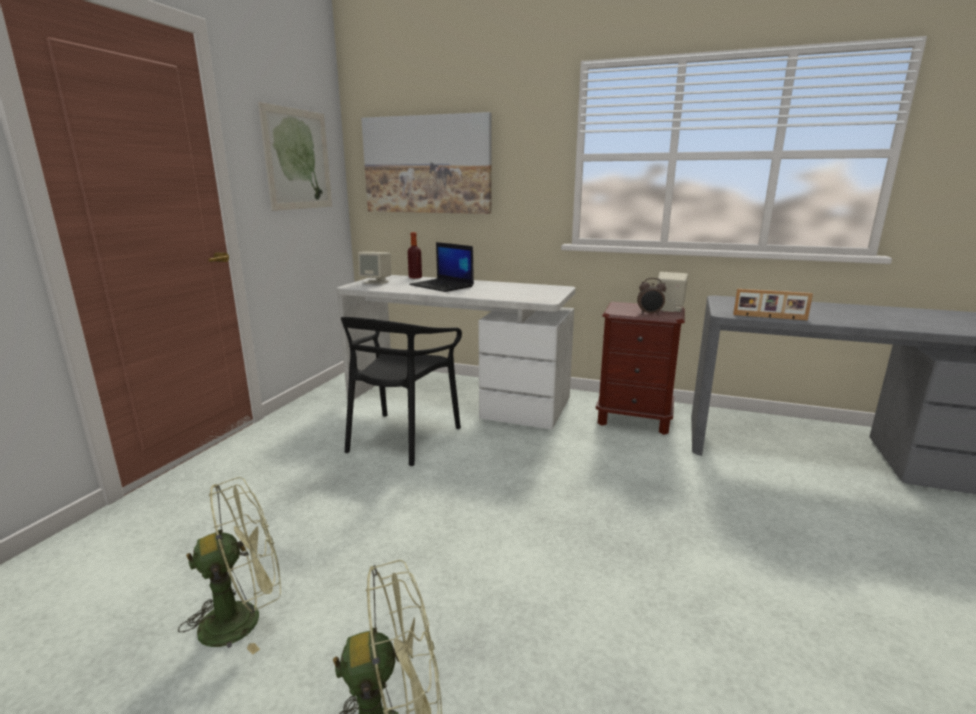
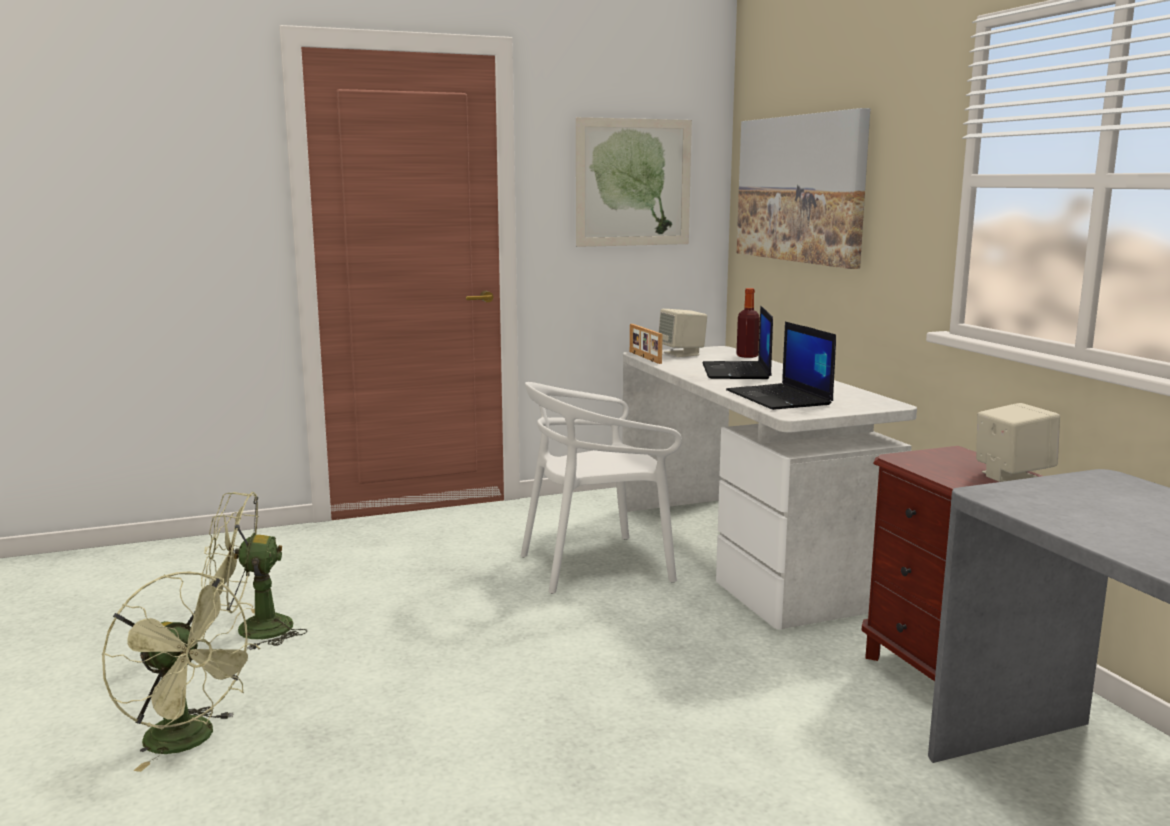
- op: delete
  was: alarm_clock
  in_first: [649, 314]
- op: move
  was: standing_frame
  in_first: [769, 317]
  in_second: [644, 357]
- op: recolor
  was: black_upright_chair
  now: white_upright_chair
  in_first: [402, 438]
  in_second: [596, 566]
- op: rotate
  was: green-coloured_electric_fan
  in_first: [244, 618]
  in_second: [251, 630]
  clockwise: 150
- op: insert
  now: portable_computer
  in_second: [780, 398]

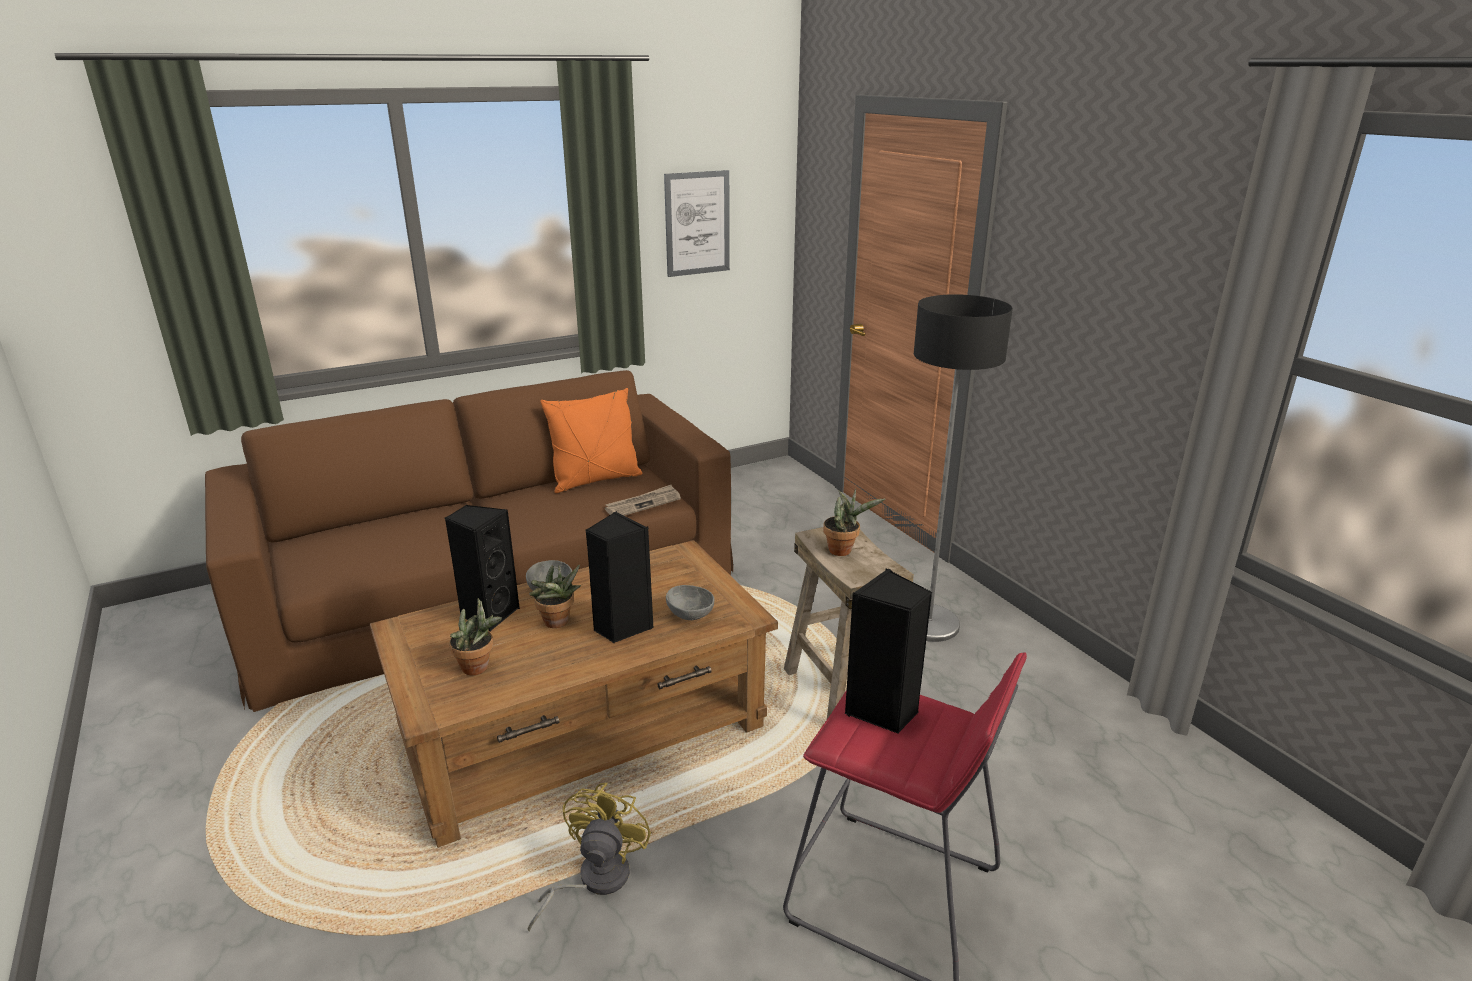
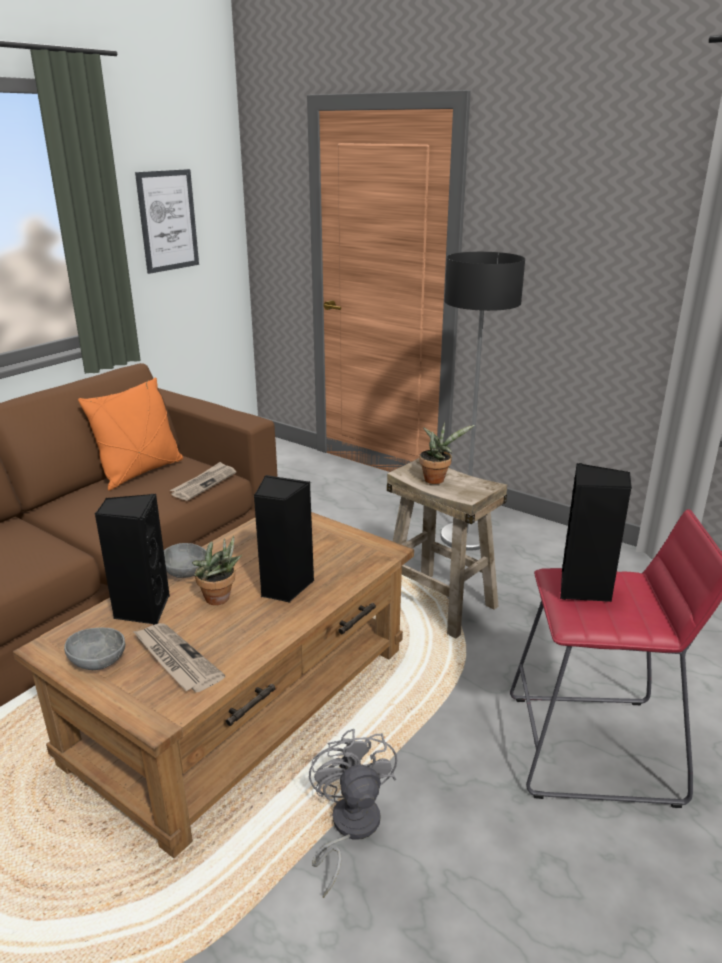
- op: move
  was: grey_deep_dish
  in_first: [690, 613]
  in_second: [98, 661]
- op: replace
  was: potted_plant
  now: printed_paper
  in_first: [479, 668]
  in_second: [175, 659]
- op: recolor
  was: yellow_electric_fan
  now: grey_electric_fan
  in_first: [593, 880]
  in_second: [349, 828]

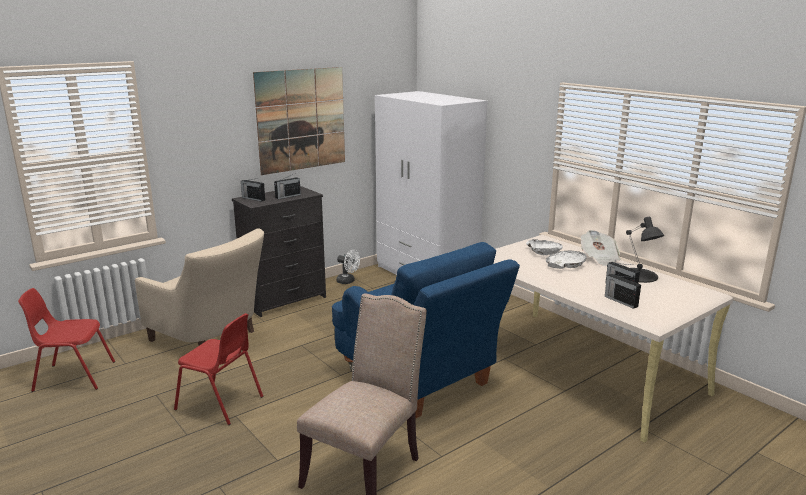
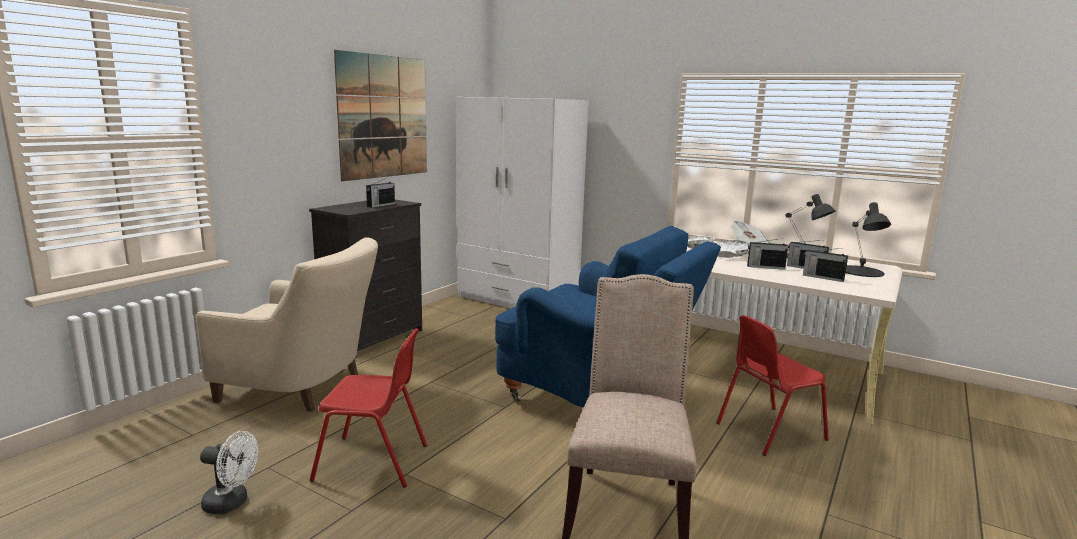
- op: move
  was: radio
  in_first: [253, 198]
  in_second: [765, 267]
- op: move
  was: white_electric_fan
  in_first: [348, 281]
  in_second: [232, 503]
- op: move
  was: red_upright_chair
  in_first: [73, 376]
  in_second: [768, 431]
- op: insert
  now: black_tabletop_lamp
  in_second: [861, 271]

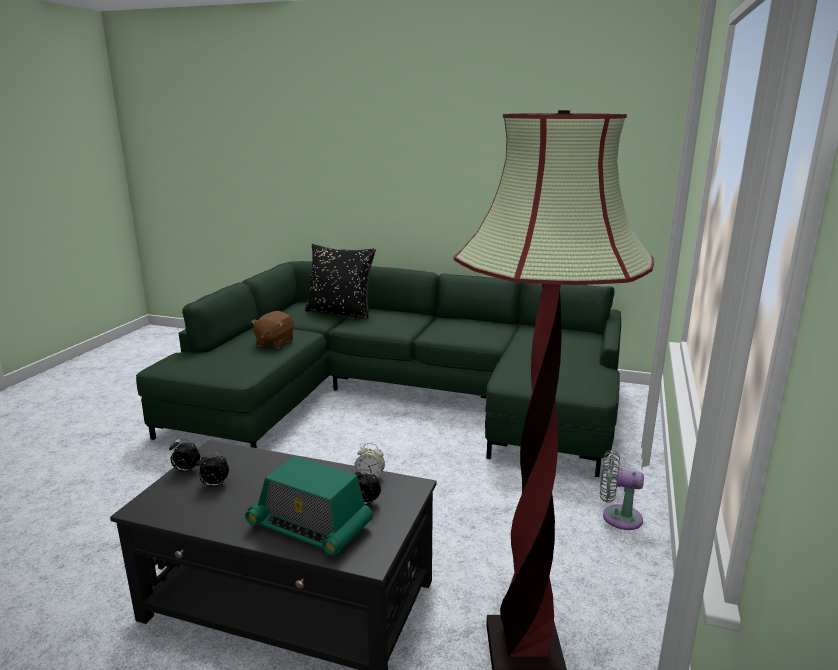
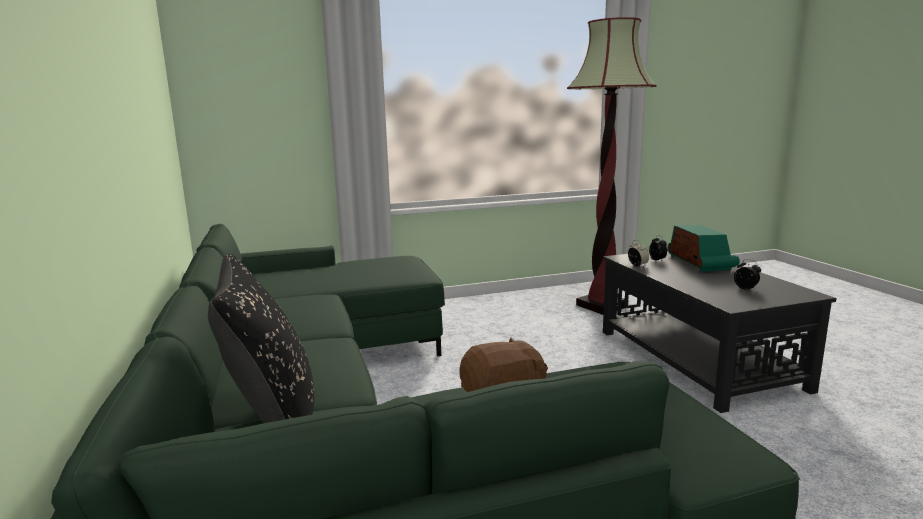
- op: delete
  was: alarm_clock
  in_first: [186, 470]
- op: delete
  was: grey_electric_fan
  in_first: [617, 517]

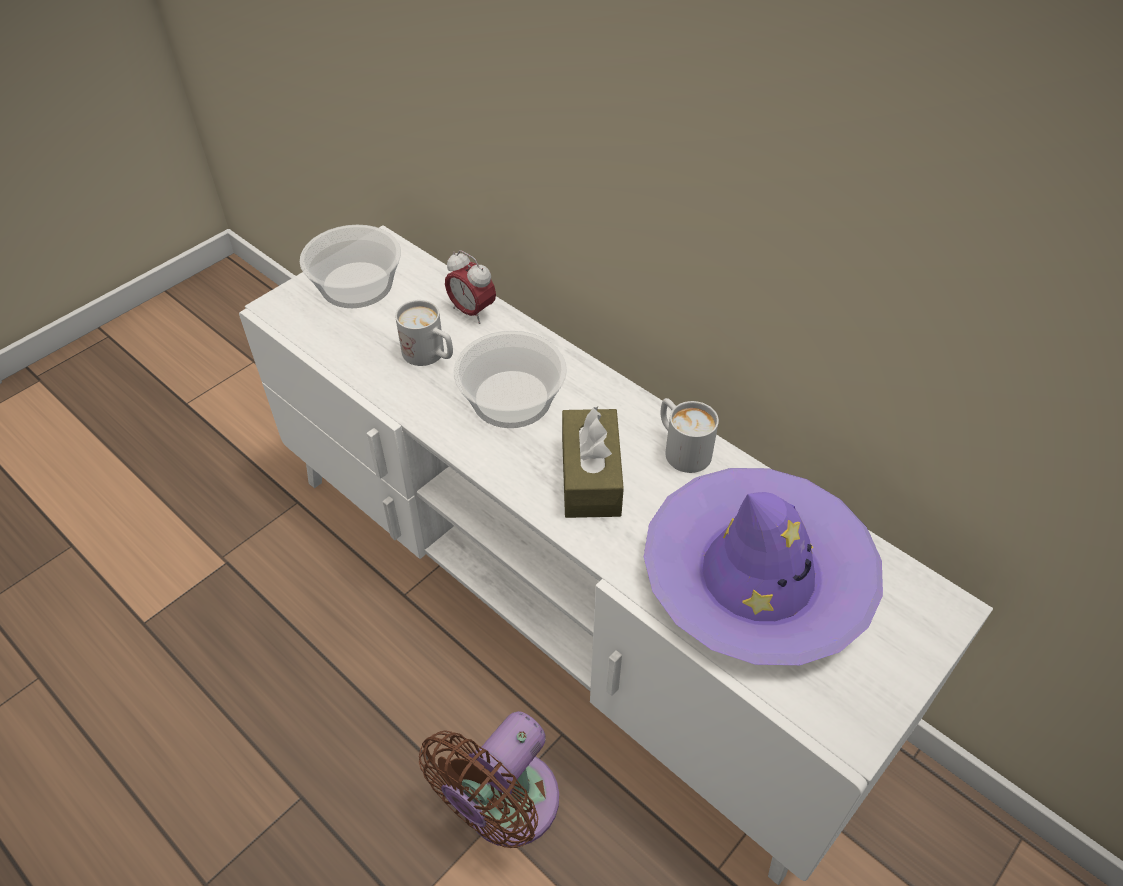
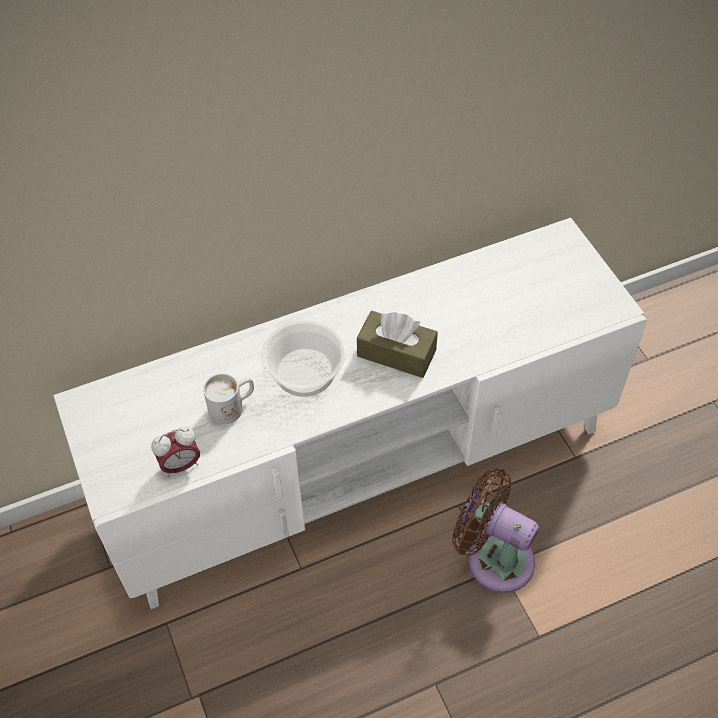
- op: delete
  was: deep_dish
  in_first: [355, 285]
- op: move
  was: alarm_clock
  in_first: [472, 312]
  in_second: [180, 465]
- op: delete
  was: white_tea_mug
  in_first: [681, 448]
- op: delete
  was: purplish_clothing_hat
  in_first: [757, 576]
- op: rotate
  was: brownish_electric_fan
  in_first: [504, 808]
  in_second: [494, 557]
  clockwise: 150

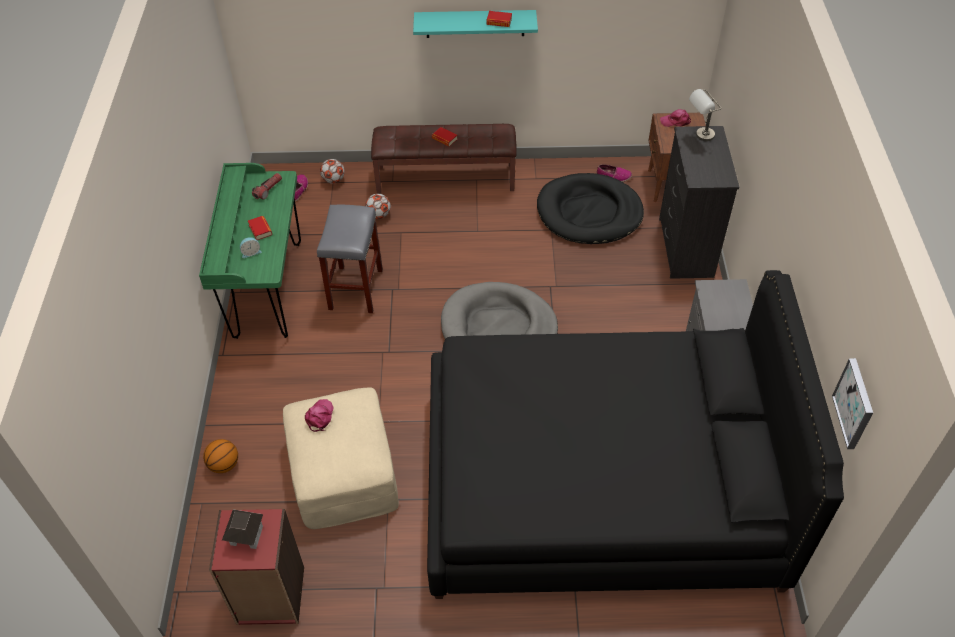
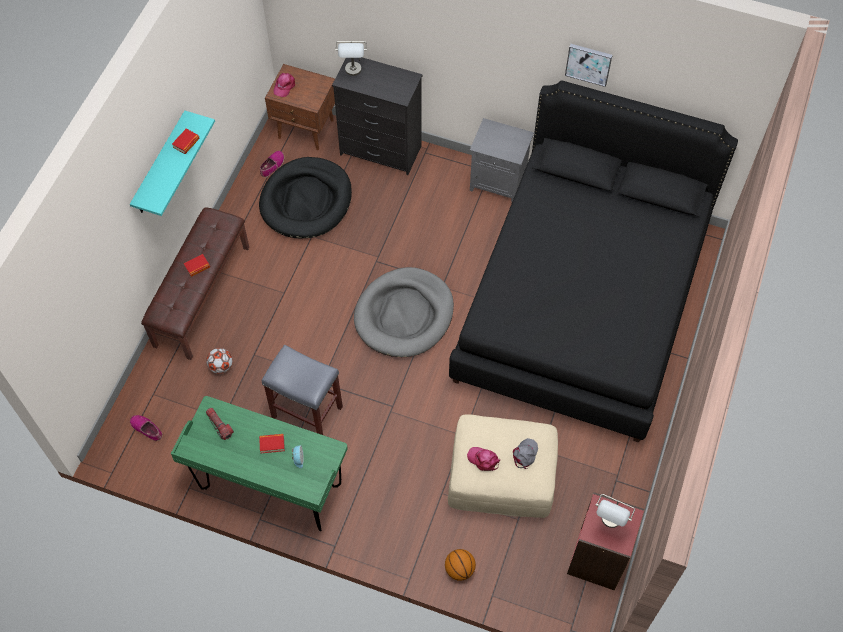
- op: delete
  was: ball_for_football
  in_first: [333, 180]
- op: move
  was: picture
  in_first: [855, 403]
  in_second: [588, 63]
- op: replace
  was: toy_house
  now: grey_tabletop_lamp
  in_first: [246, 536]
  in_second: [609, 524]
- op: insert
  now: grey_baseball_cap
  in_second: [525, 454]

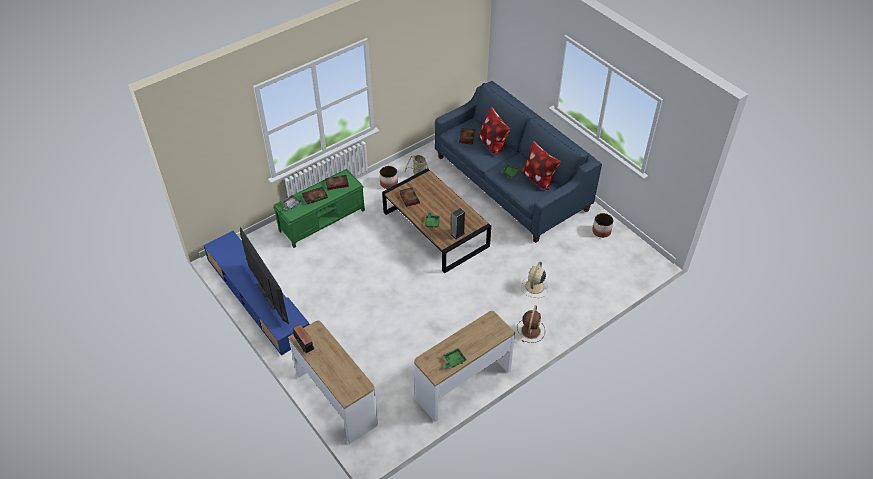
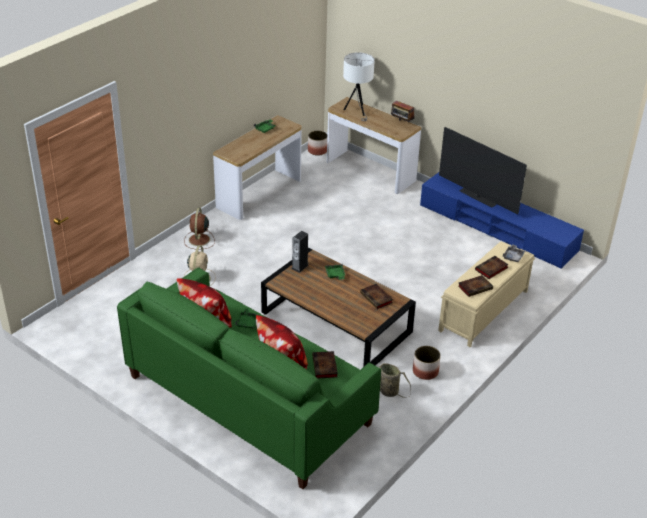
- op: recolor
  was: blue-coloured_settee
  now: green-coloured_settee
  in_first: [511, 183]
  in_second: [249, 399]
- op: recolor
  was: green-coloured_long_seat
  now: beige_long_seat
  in_first: [322, 220]
  in_second: [483, 311]
- op: move
  was: plant_pot
  in_first: [601, 231]
  in_second: [317, 151]
- op: insert
  now: white_tabletop_lamp
  in_second: [357, 111]

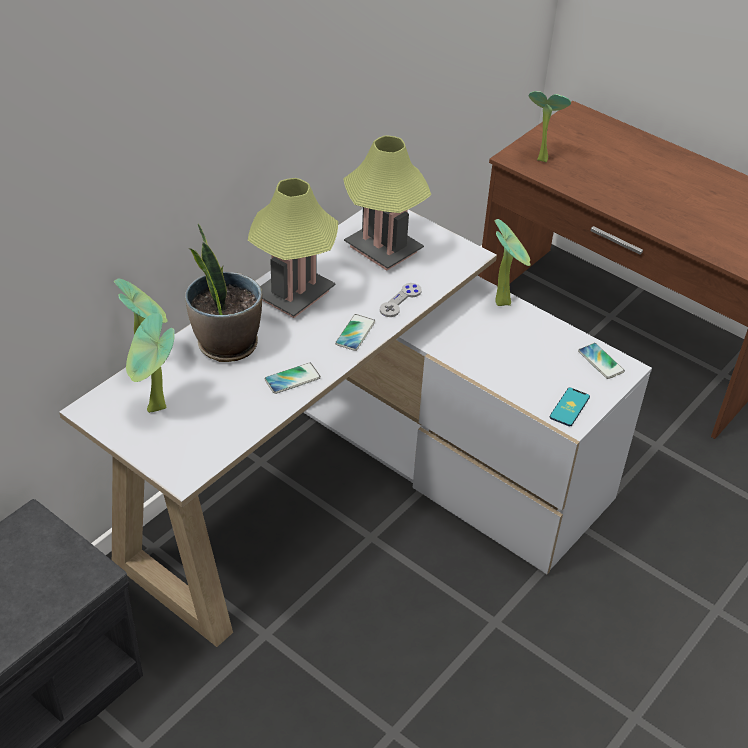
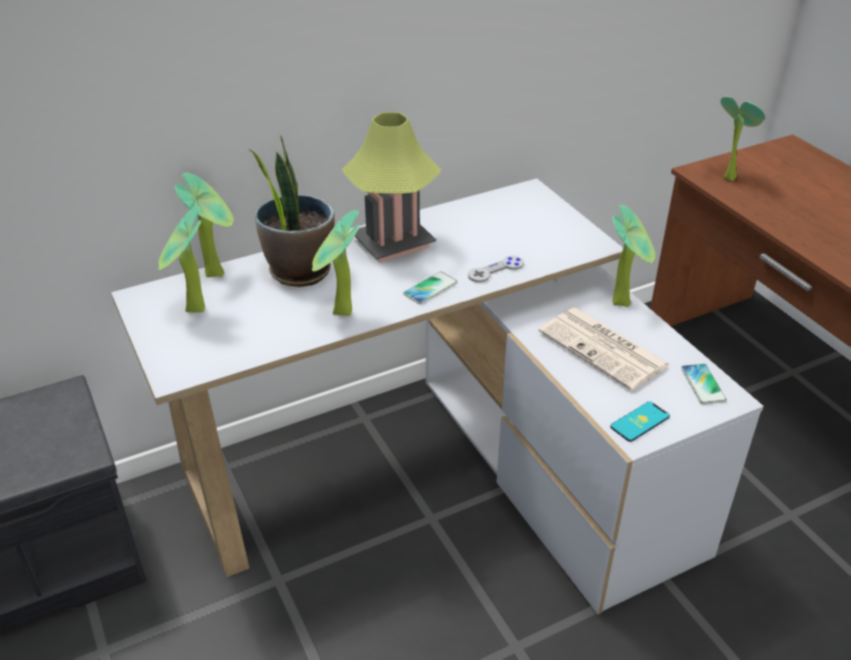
- op: delete
  was: tabletop_lamp
  in_first: [383, 249]
- op: replace
  was: phone
  now: potted_plant
  in_first: [292, 379]
  in_second: [340, 315]
- op: insert
  now: printed_paper
  in_second: [605, 349]

